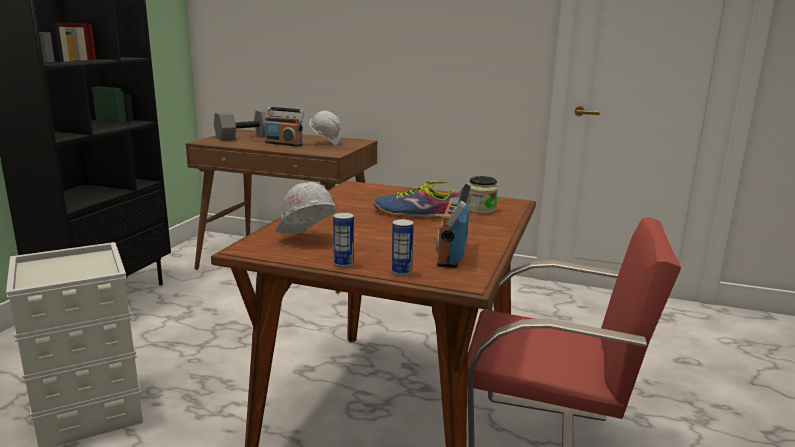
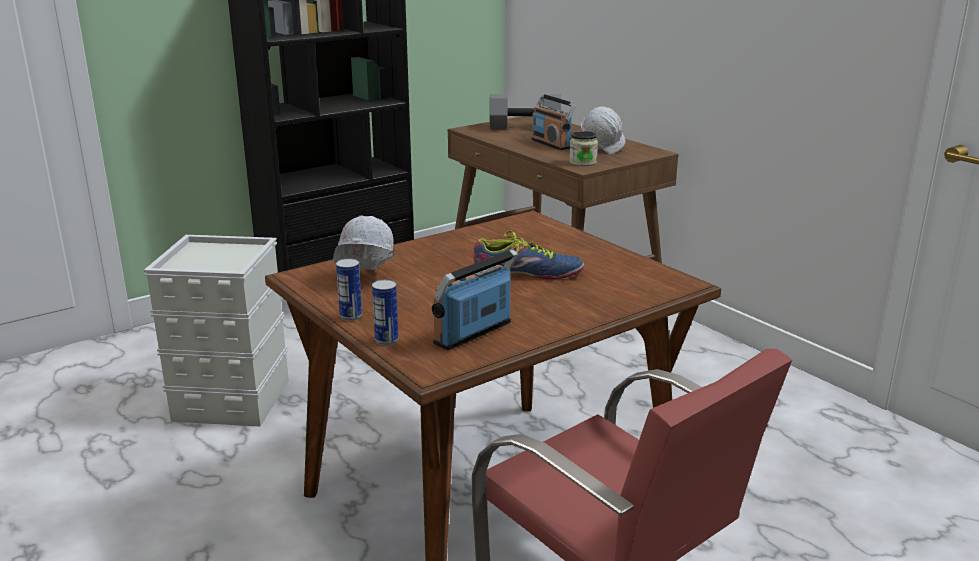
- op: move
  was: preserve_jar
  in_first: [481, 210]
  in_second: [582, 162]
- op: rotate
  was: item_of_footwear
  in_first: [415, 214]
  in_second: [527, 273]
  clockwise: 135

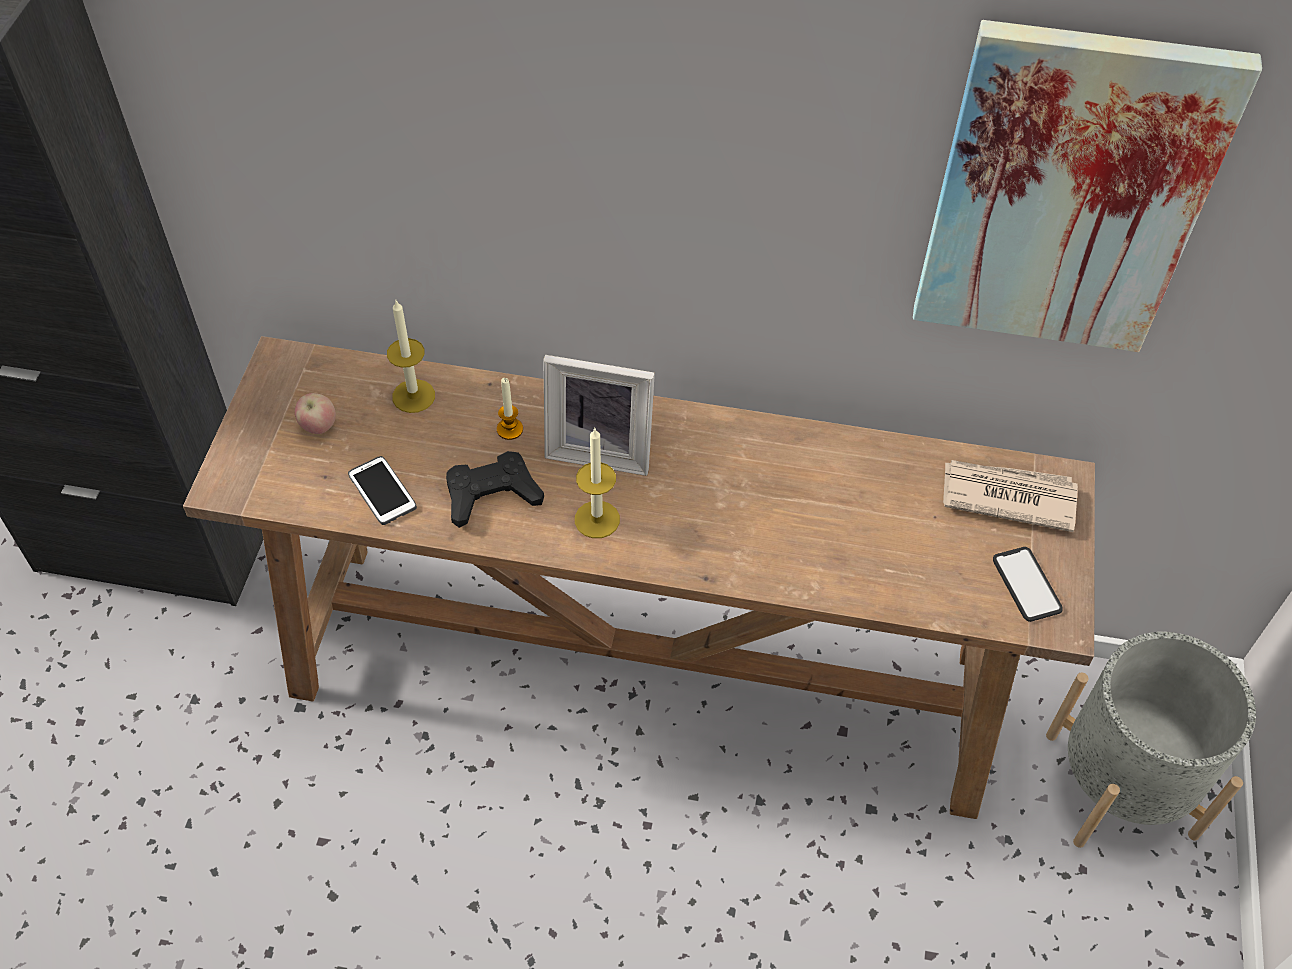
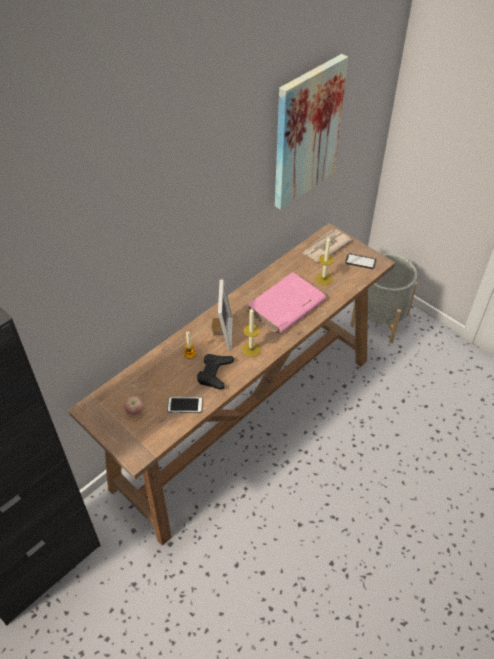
- op: move
  was: wax_candle
  in_first: [413, 396]
  in_second: [323, 279]
- op: rotate
  was: standing_frame
  in_first: [600, 449]
  in_second: [221, 333]
  clockwise: -45
- op: insert
  now: pink-coloured_bound_book
  in_second: [286, 307]

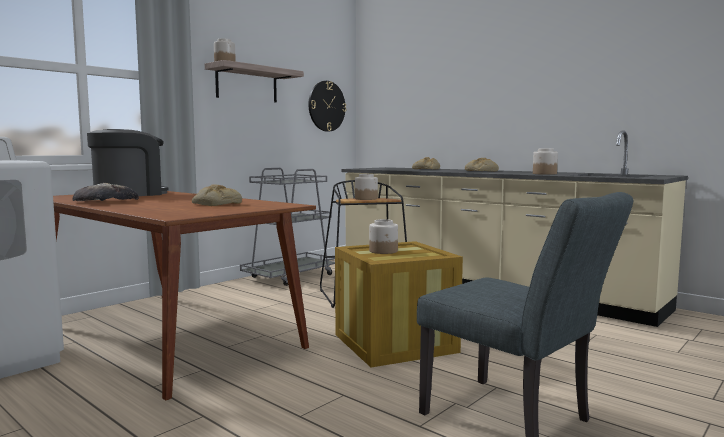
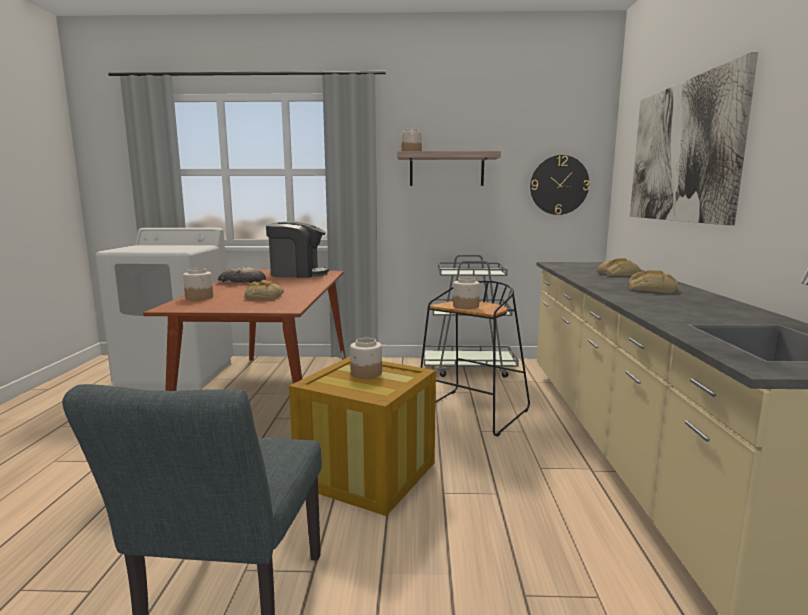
- op: move
  was: preserve_jar
  in_first: [544, 174]
  in_second: [199, 297]
- op: insert
  now: picture
  in_second: [682, 152]

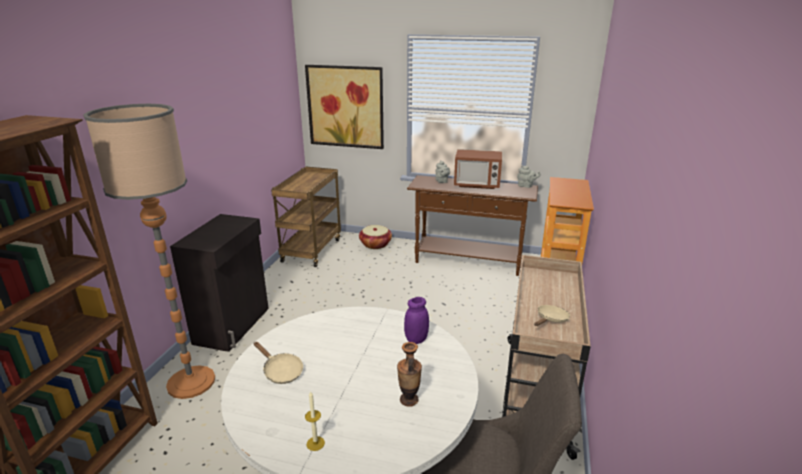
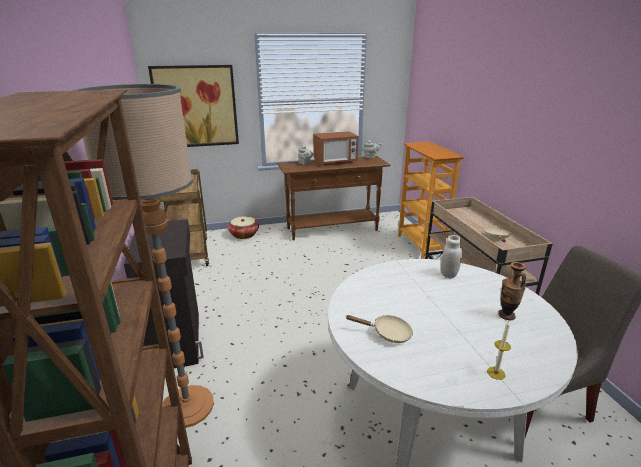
- op: recolor
  was: purplish_preserve_jar
  now: white_preserve_jar
  in_first: [416, 339]
  in_second: [449, 274]

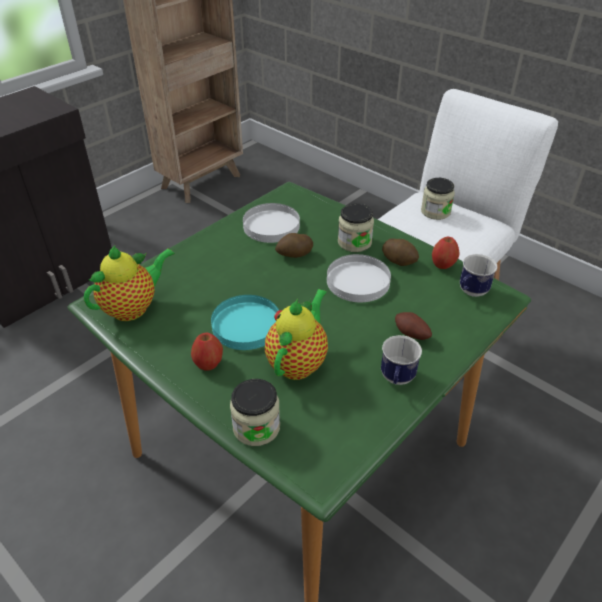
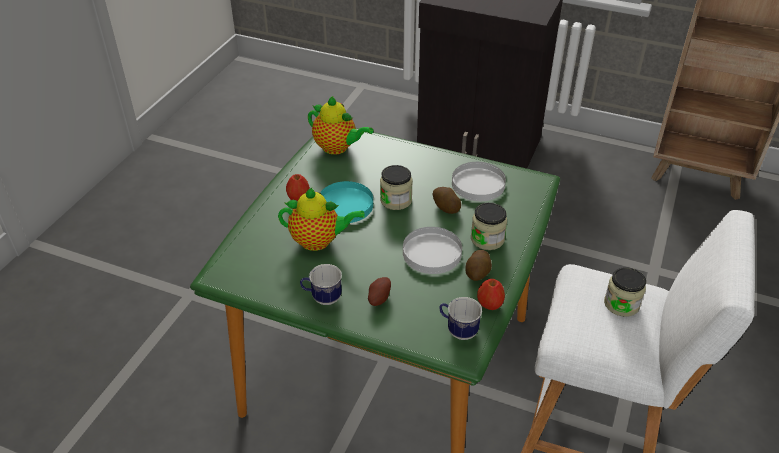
- op: move
  was: preserve_jar
  in_first: [256, 427]
  in_second: [396, 200]

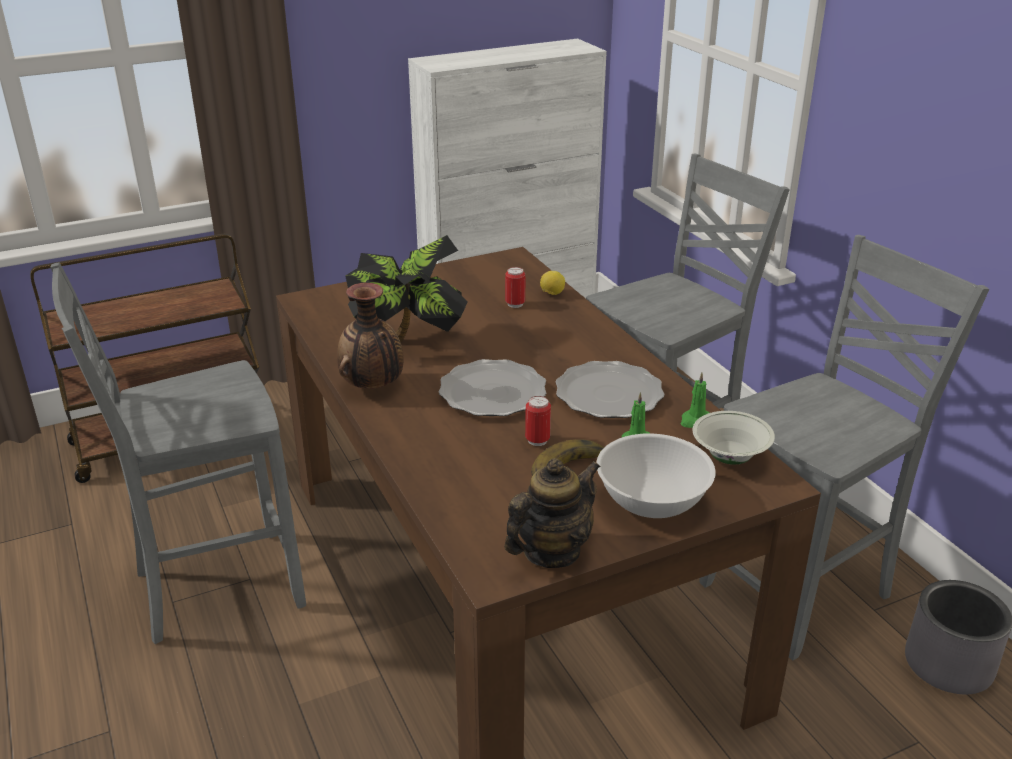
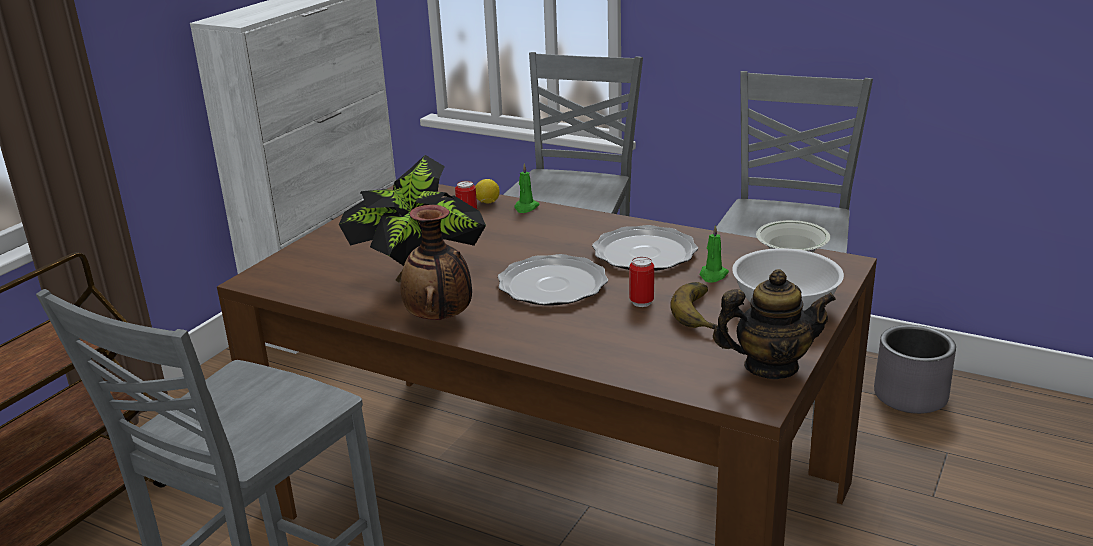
- op: move
  was: green-coloured_wax_candle
  in_first: [695, 420]
  in_second: [526, 208]
- op: rotate
  was: teapot
  in_first: [551, 551]
  in_second: [770, 367]
  clockwise: 75

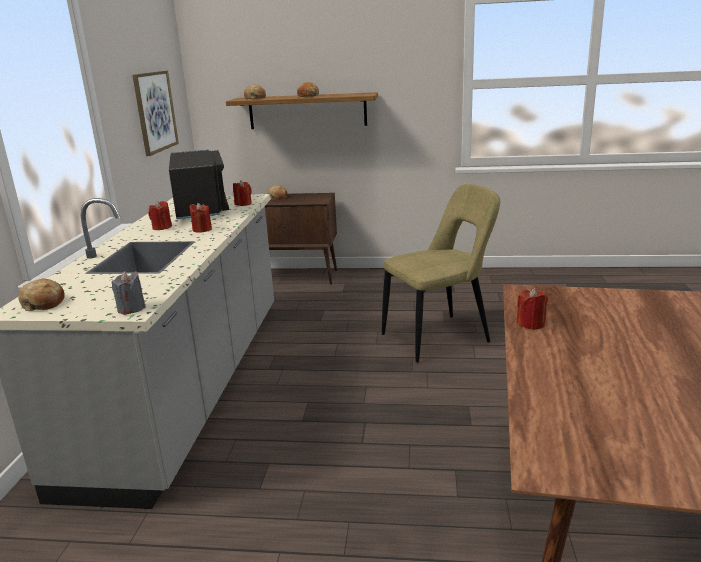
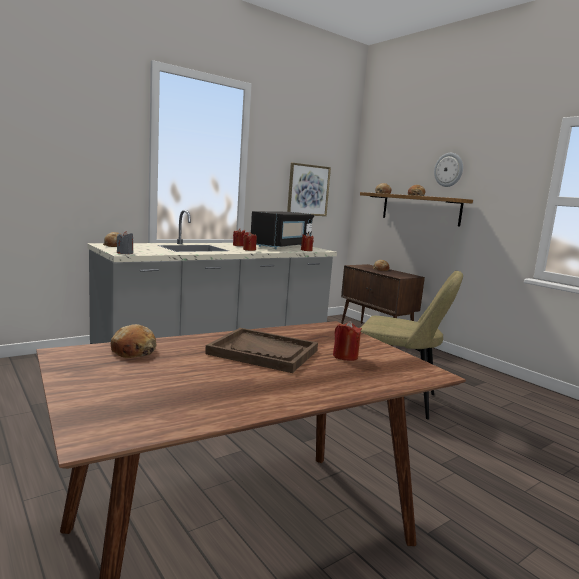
- op: move
  was: red_wax_candle
  in_first: [531, 324]
  in_second: [345, 356]
- op: insert
  now: clock_on_the_wall
  in_second: [449, 170]
- op: insert
  now: bread
  in_second: [133, 351]
- op: insert
  now: brownish_serving_tray
  in_second: [263, 352]

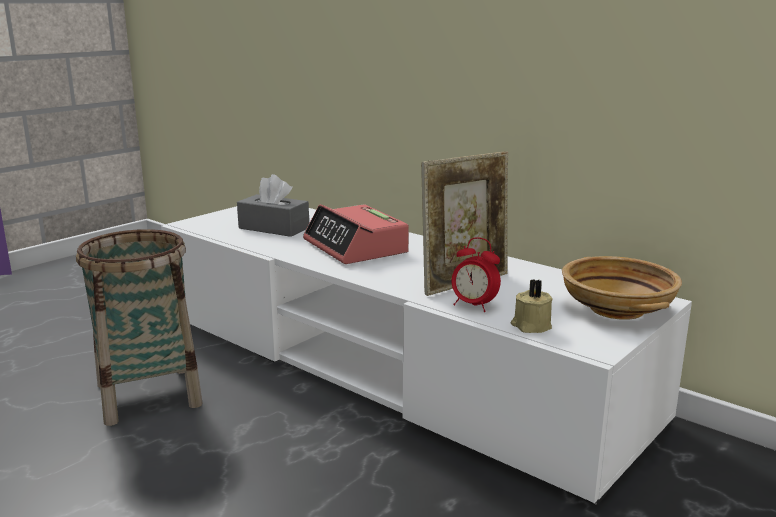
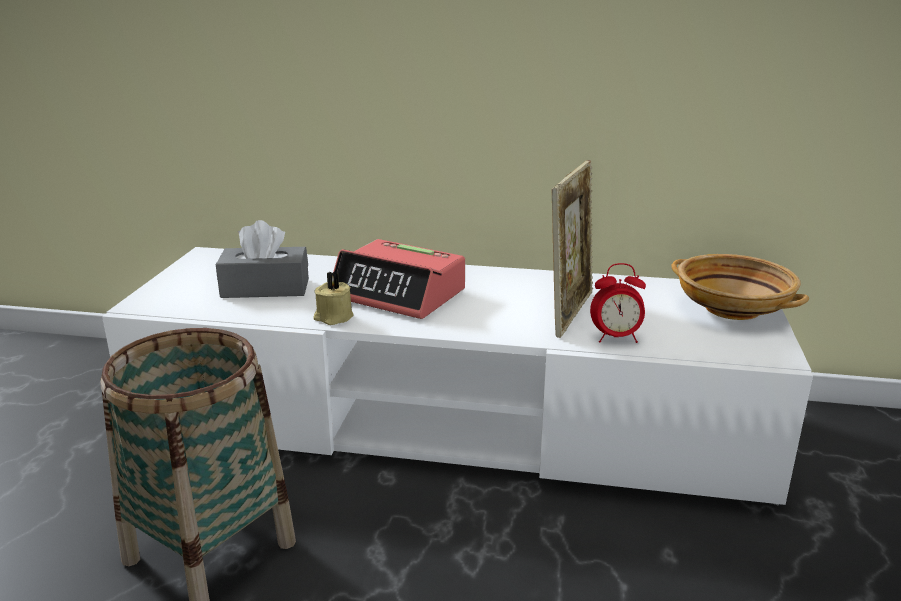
- op: move
  was: beige_wax_candle
  in_first: [530, 326]
  in_second: [333, 317]

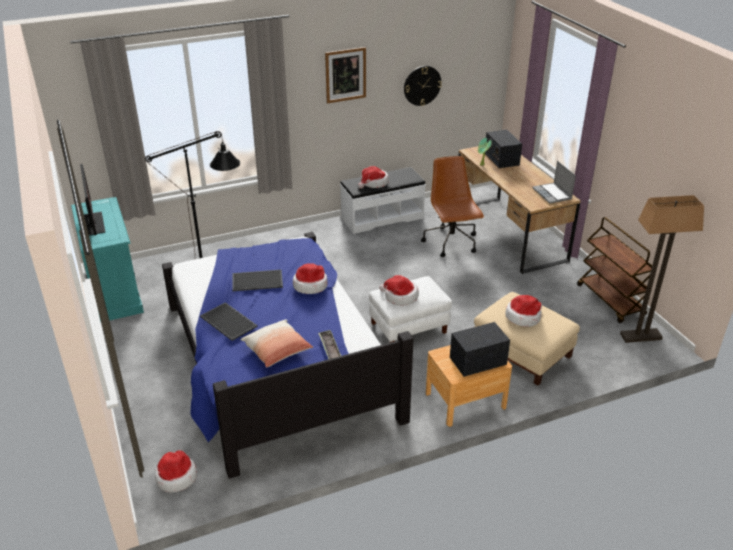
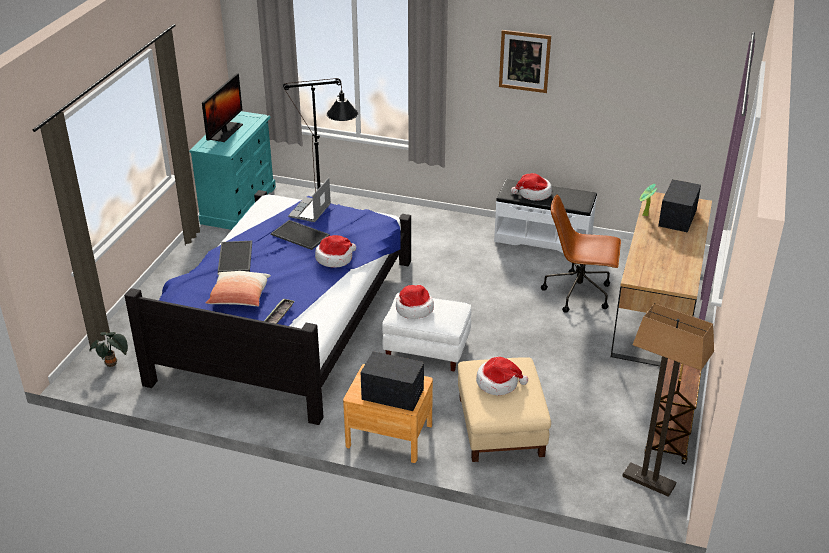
- op: delete
  was: clock_on_the_wall
  in_first: [422, 85]
- op: rotate
  was: brownish_computer_chair
  in_first: [451, 243]
  in_second: [579, 293]
  clockwise: -105
- op: move
  was: portable_computer
  in_first: [552, 194]
  in_second: [310, 211]
- op: replace
  was: clothing_hat
  now: potted_plant
  in_first: [176, 477]
  in_second: [112, 364]

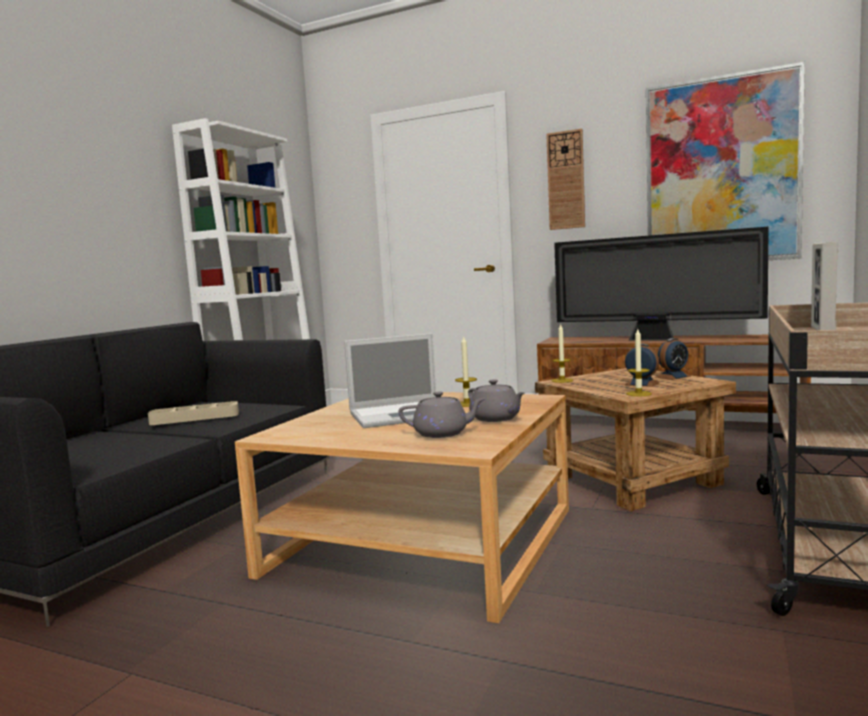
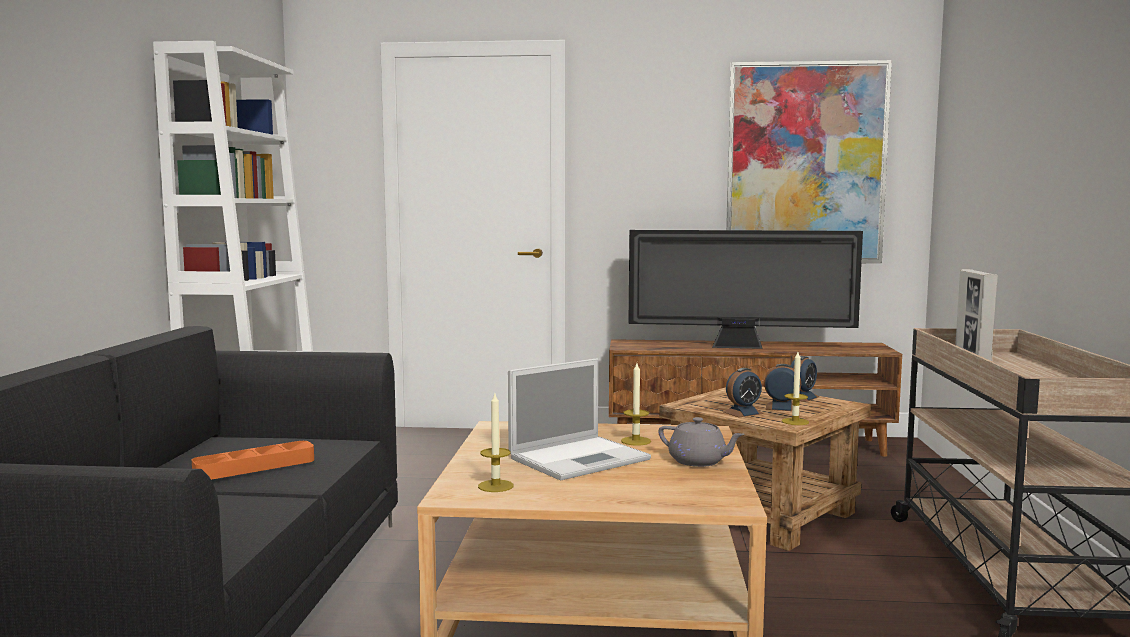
- op: delete
  was: clock_on_the_wall
  in_first: [566, 180]
- op: move
  was: wax_candle
  in_first: [562, 380]
  in_second: [495, 486]
- op: delete
  was: grey_teapot
  in_first: [442, 433]
- op: recolor
  was: beige_serving_tray
  now: orangey_serving_tray
  in_first: [195, 418]
  in_second: [255, 467]
- op: insert
  now: alarm_clock
  in_second: [743, 412]

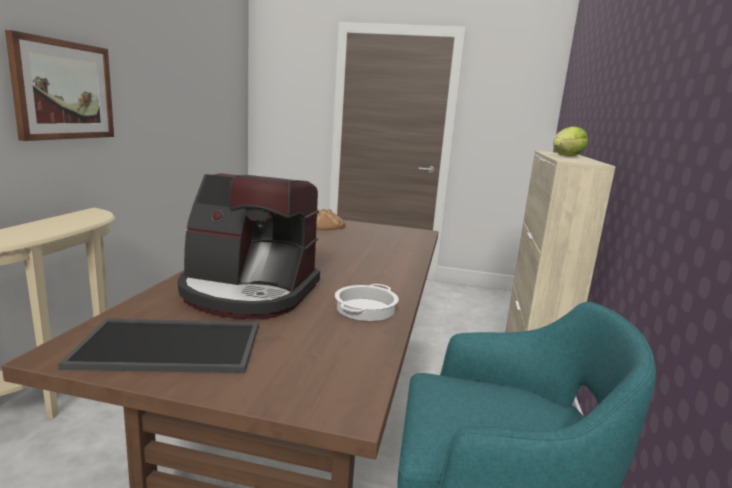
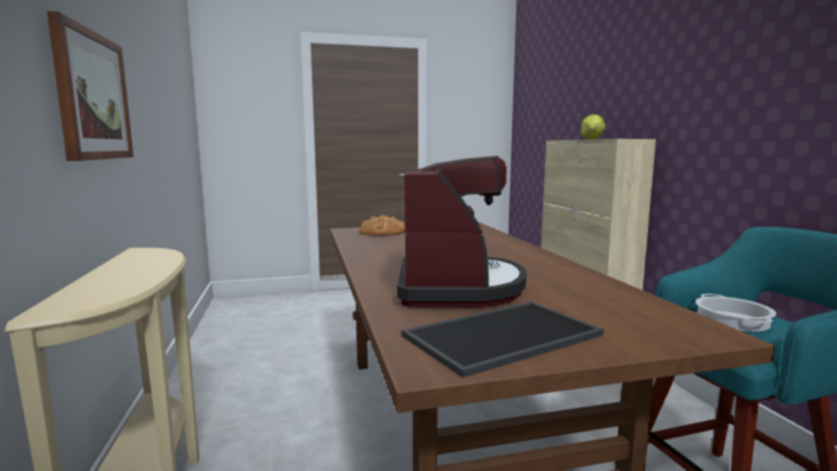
- op: rotate
  was: coffee_machine
  in_first: [248, 293]
  in_second: [458, 287]
  clockwise: -75
- op: move
  was: cooking_pot
  in_first: [366, 309]
  in_second: [733, 320]

